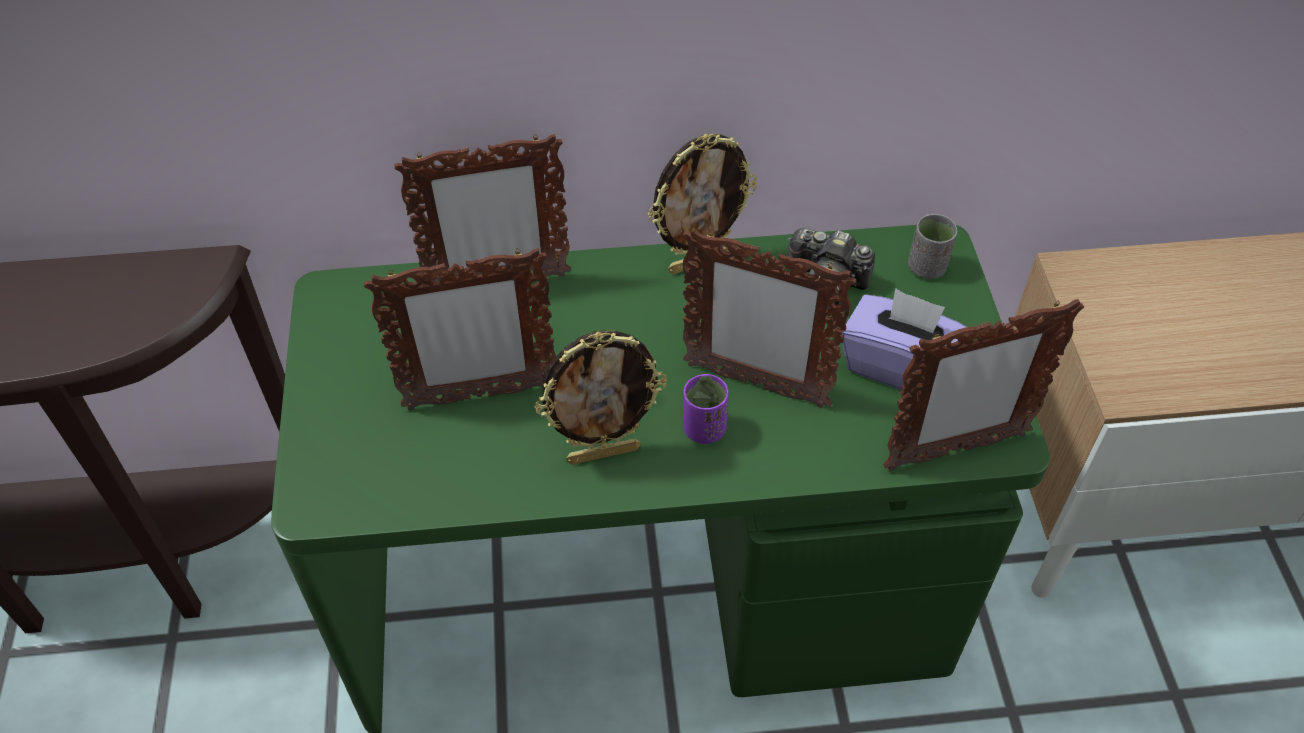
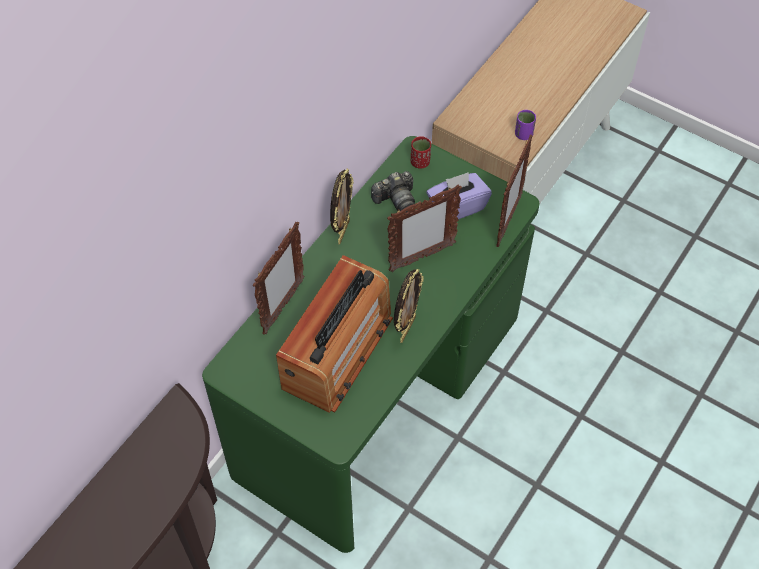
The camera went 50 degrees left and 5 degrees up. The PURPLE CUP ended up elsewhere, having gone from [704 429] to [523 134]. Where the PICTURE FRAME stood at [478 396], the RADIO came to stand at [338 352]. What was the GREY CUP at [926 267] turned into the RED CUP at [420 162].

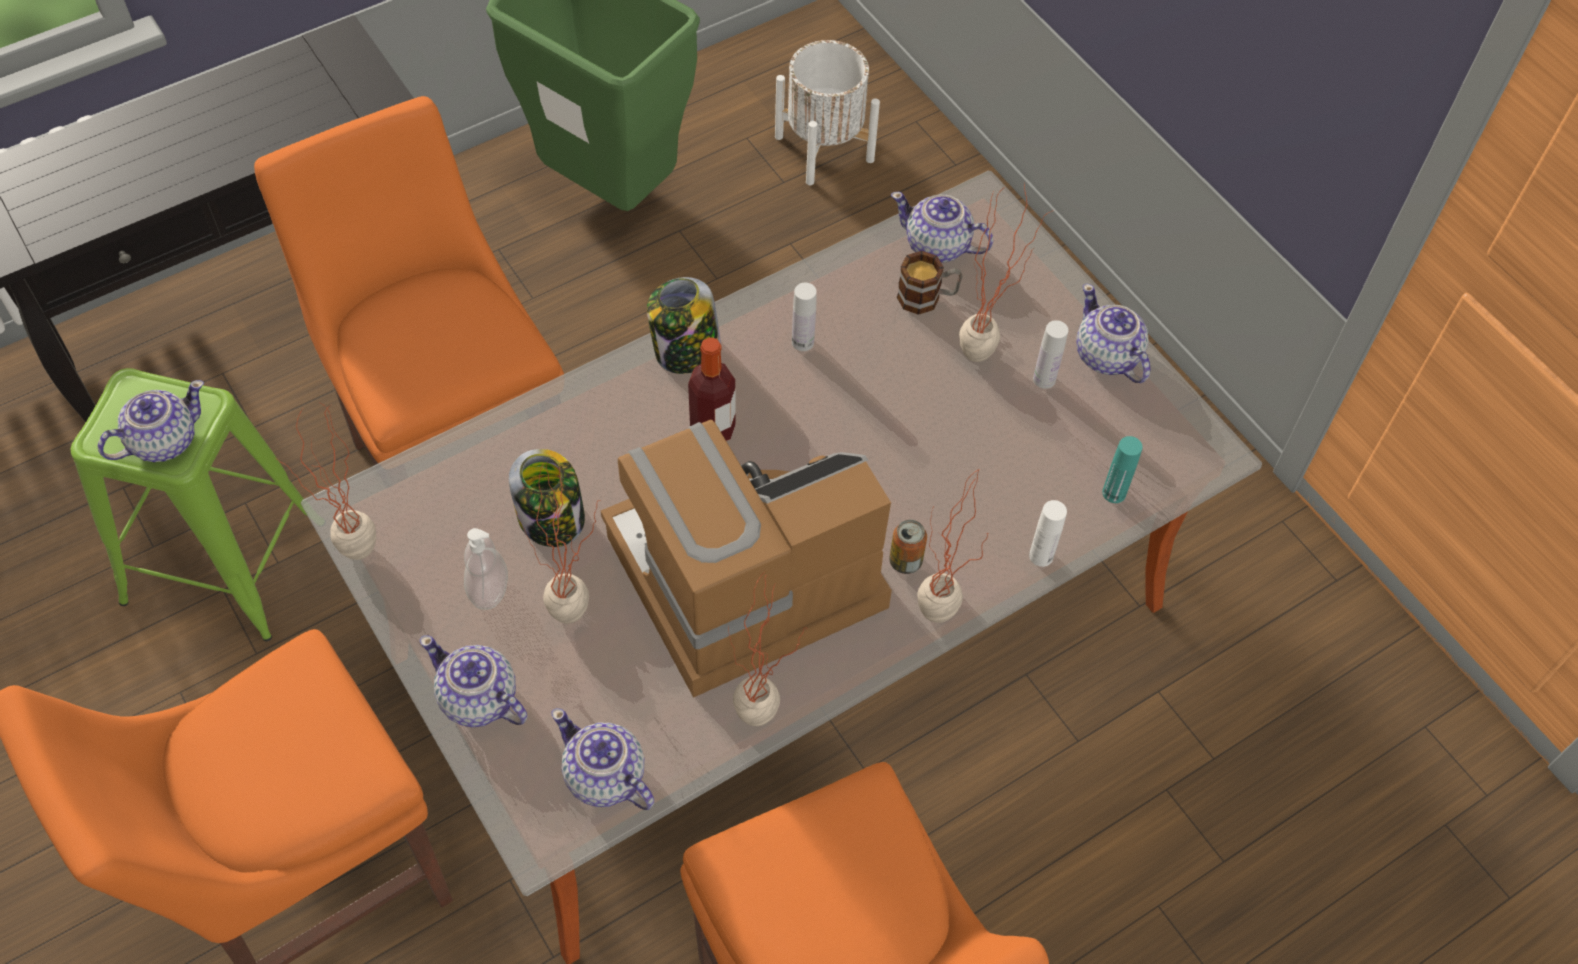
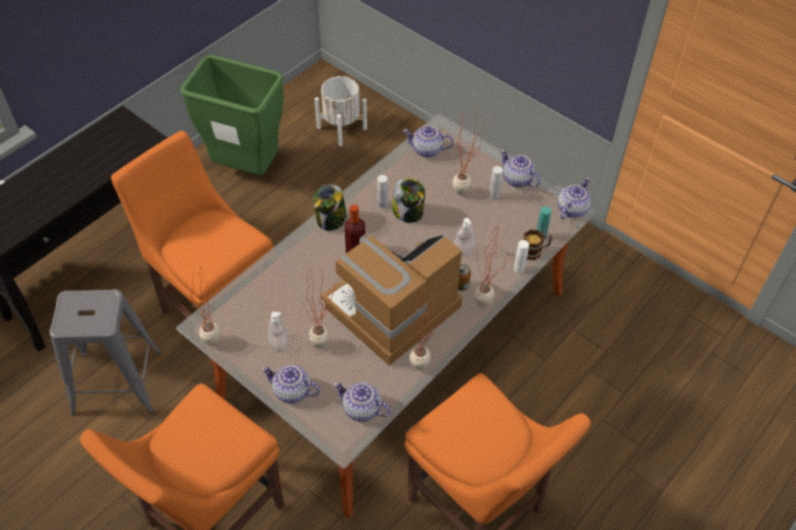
The camera went 15 degrees left and 5 degrees down. The second view gained the SOAP DISPENSER at [463 251]. The TEAPOT ended up elsewhere, having gone from [163 441] to [571 209]. The JAR ended up elsewhere, having gone from [552 519] to [408 212]. The MUG ended up elsewhere, having gone from [927 298] to [535 251]. What was the GREEN STOOL at [225 563] turned into the GREY STOOL at [118 382].

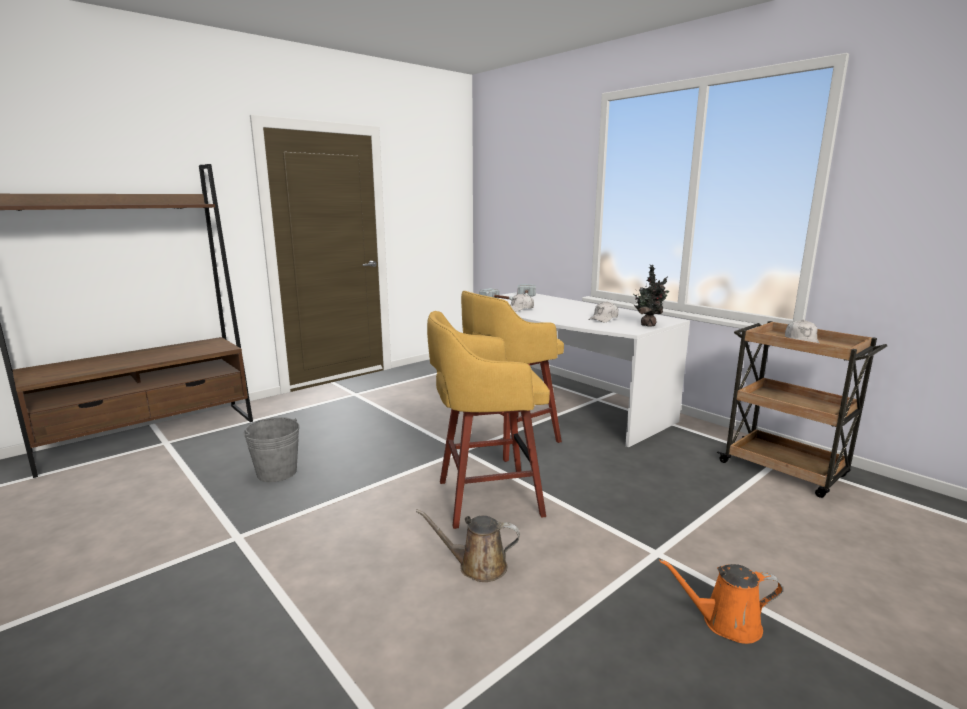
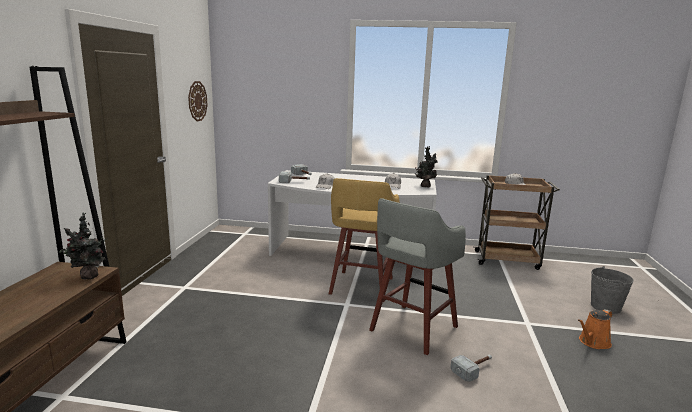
The camera went 40 degrees left and 0 degrees up. The second view gained the POTTED PLANT at [88 277]. The second view gained the WALL CLOCK at [197 101]. The GREY BUCKET ended up elsewhere, having gone from [277 472] to [605 307]. Where the BROWN WATERING CAN stood at [477 566], the HAMMER came to stand at [474 369]. What was the YELLOW STOOL at [485 498] turned into the GREY STOOL at [412 329].

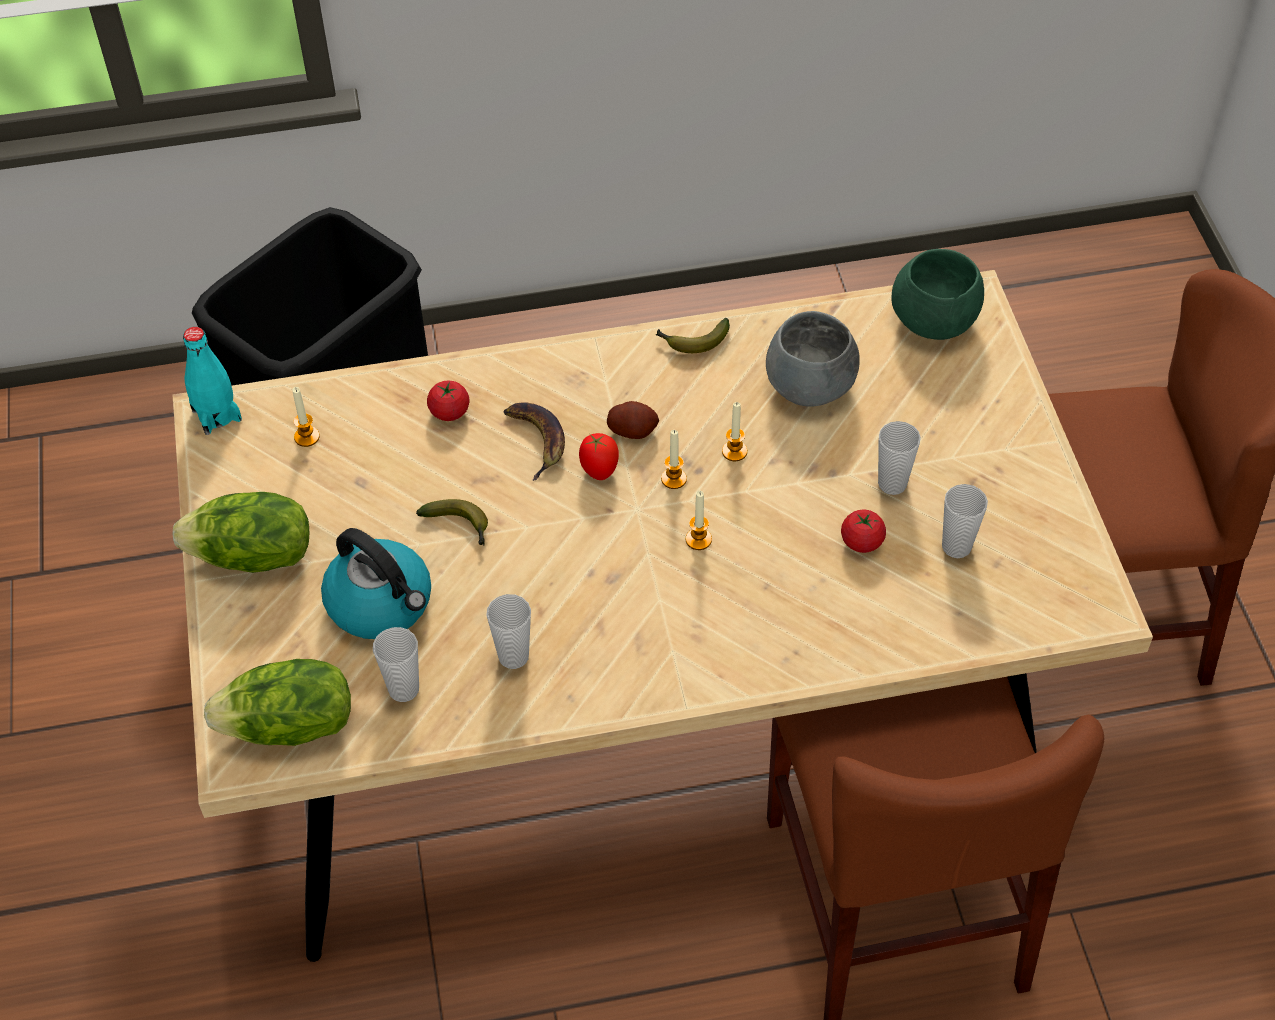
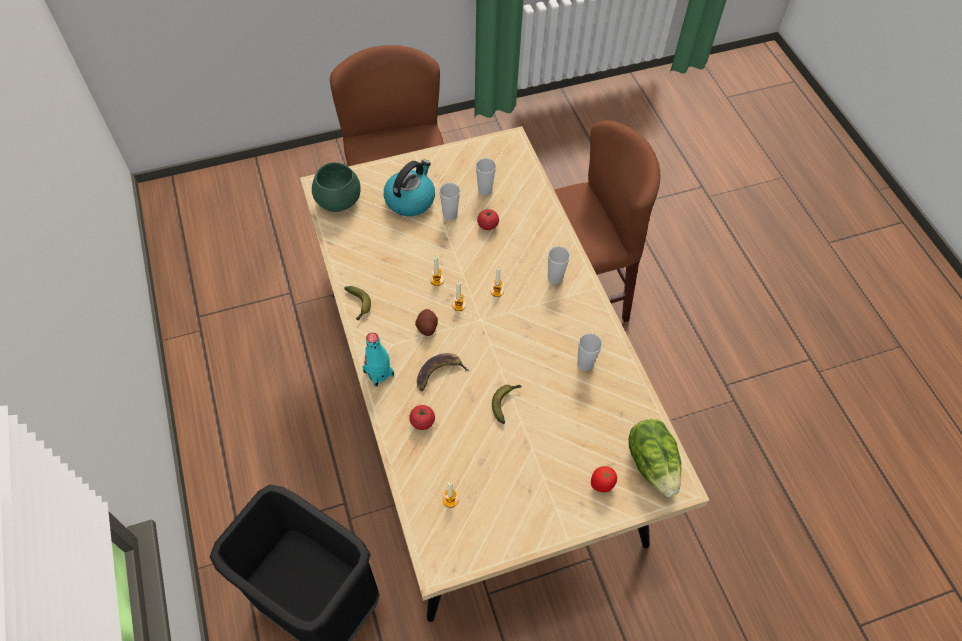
The camera went 100 degrees left and 5 degrees up. The second view lost the LETTUCE at [253 557]. The second view lost the GREY BOWL at [811 386]. The TURQUOISE BOTTLE ended up elsewhere, having gone from [216 415] to [378 373]. The KETTLE ended up elsewhere, having gone from [381 604] to [410 199]. The CUP ended up elsewhere, having gone from [404 689] to [555 278]. The TOMATO ended up elsewhere, having gone from [599 470] to [602 484].

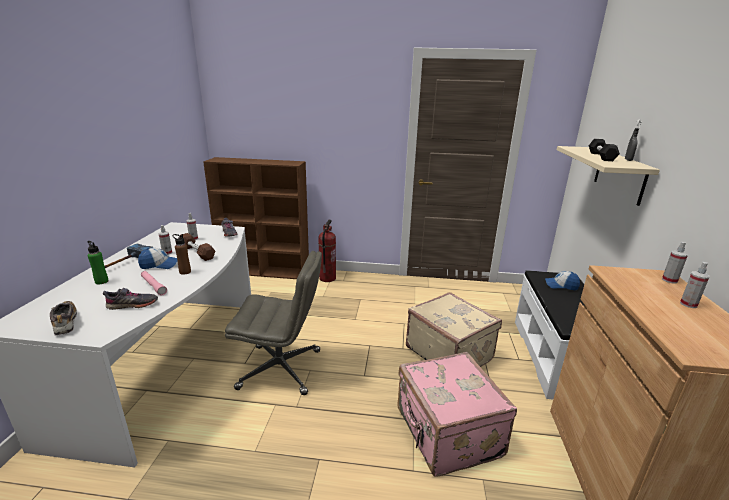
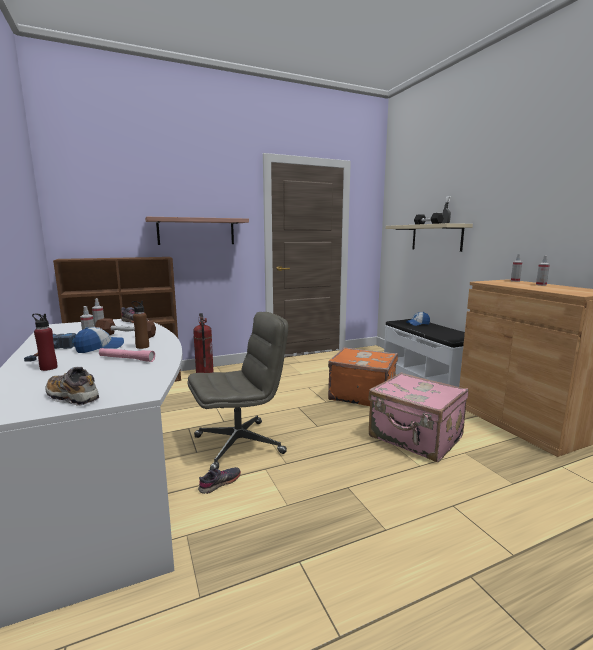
The camera went 30 degrees left and 10 degrees down. The second view gained the SHELF at [196 231]. The GREY SHOE ended up elsewhere, having gone from [132 305] to [220 483]. What was the GREEN BOTTLE at [101 281] turned into the RED BOTTLE at [48 368]. What was the BEIGE SUITCASE at [449 353] turned into the ORANGE SUITCASE at [362 395].

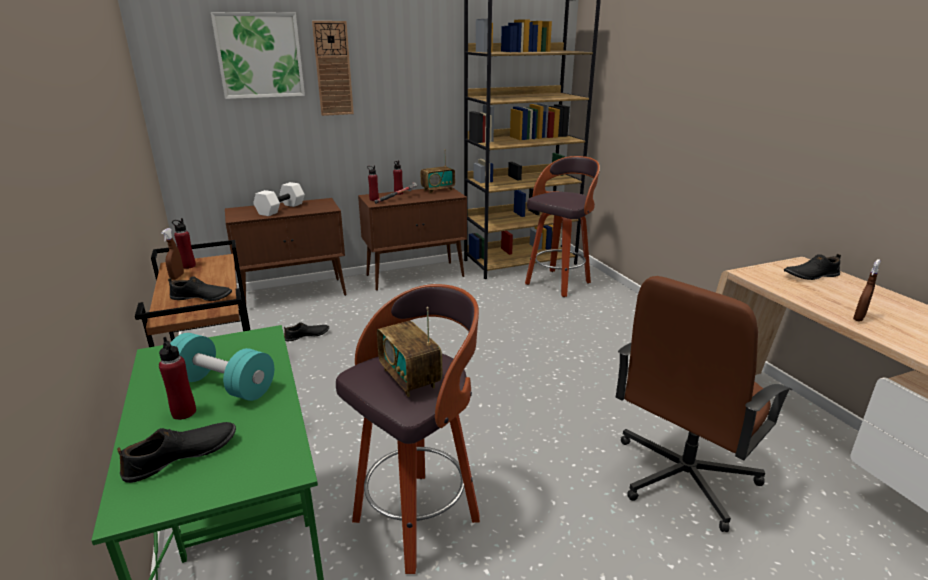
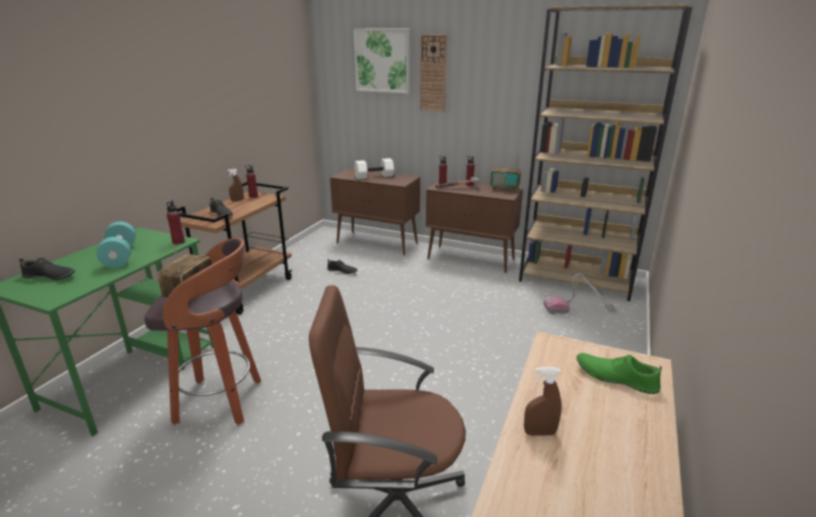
The camera went 45 degrees right and 0 degrees up. The RED BOTTLE ended up elsewhere, having gone from [184 412] to [178 242]. Where the STOOL stood at [558 283], the VACUUM CLEANER came to stand at [579 309]. What was the BLACK SHOE at [810 275] turned into the GREEN SHOE at [615 377].

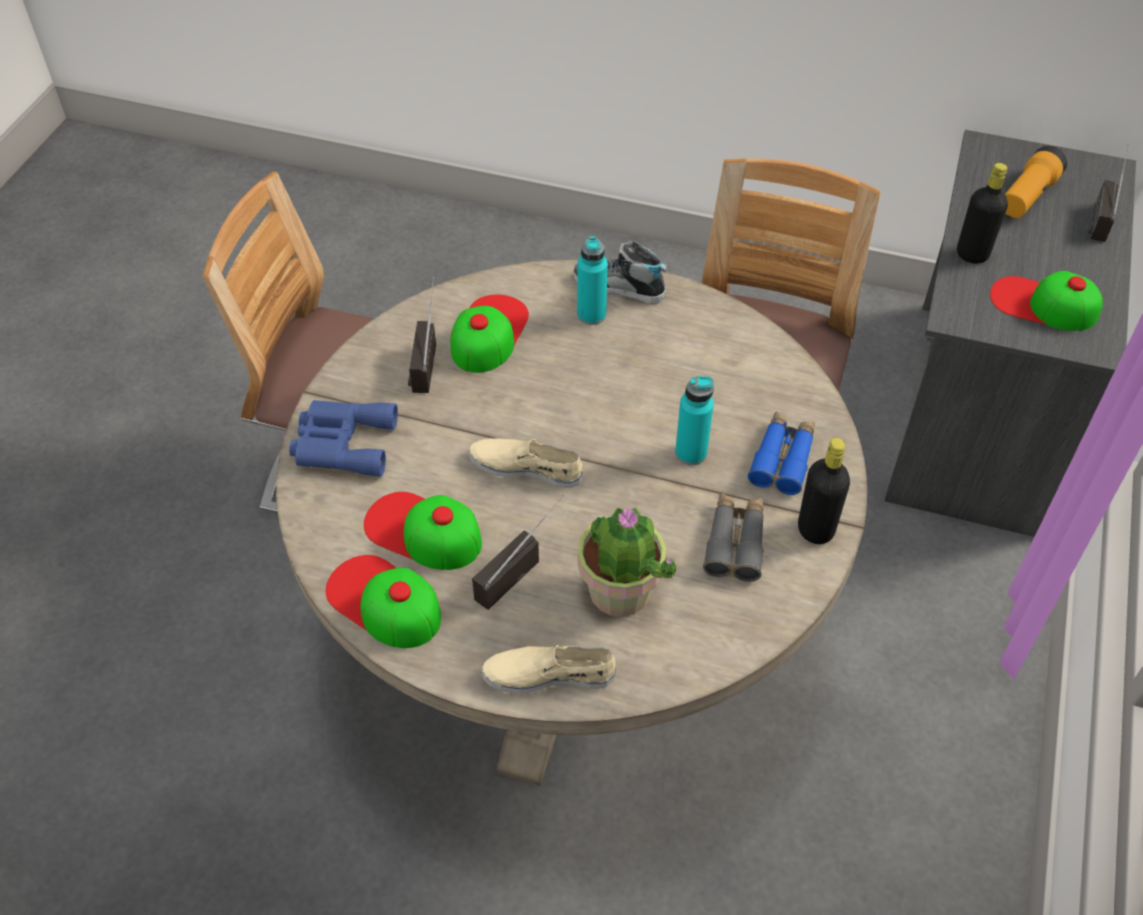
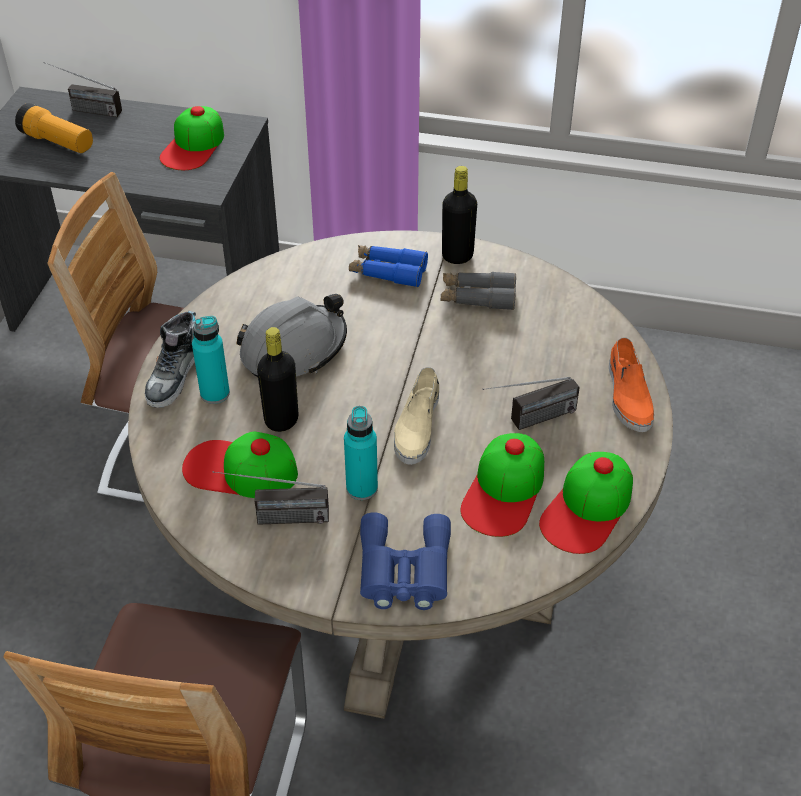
The camera went 95 degrees left and 5 degrees down. The second view lost the POTTED PLANT at [620 592]. The second view gained the GREY HARD HAT at [294 349]. The TURQUOISE BOTTLE ended up elsewhere, having gone from [691 453] to [362 488]. The BLACK BOTTLE ended up elsewhere, having gone from [972 254] to [281 420]. What was the BEIGE SHOE at [549 674] turned into the ORANGE SHOE at [628 395]. The RADIO at [519 566] ended up facing another way, 60 degrees counterclockwise from before.

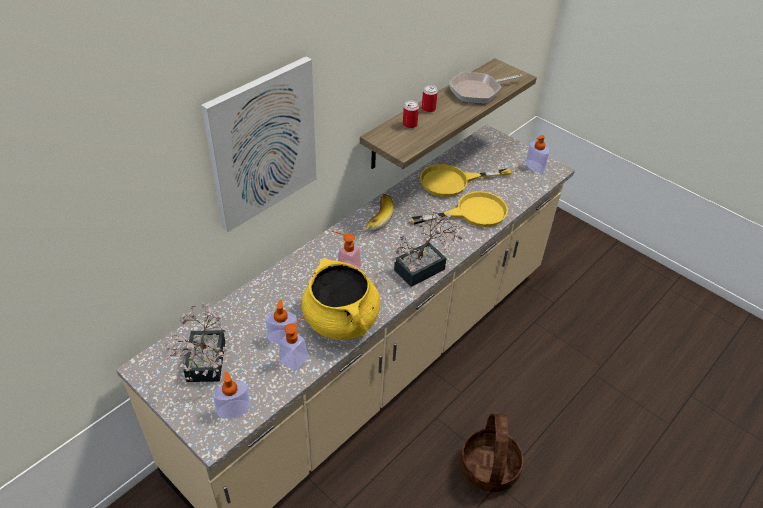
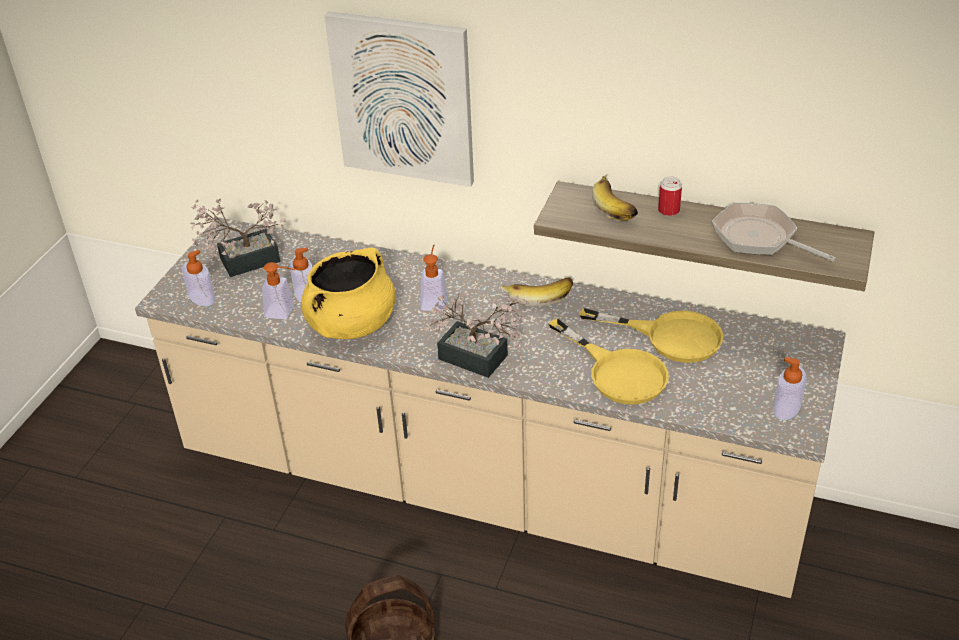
The camera went 70 degrees right and 5 degrees down. Where the CAN stood at [409 125], the BANANA came to stand at [617 207]. The YELLOW FRYING PAN at [452 181] ended up facing another way, 150 degrees clockwise from before.

